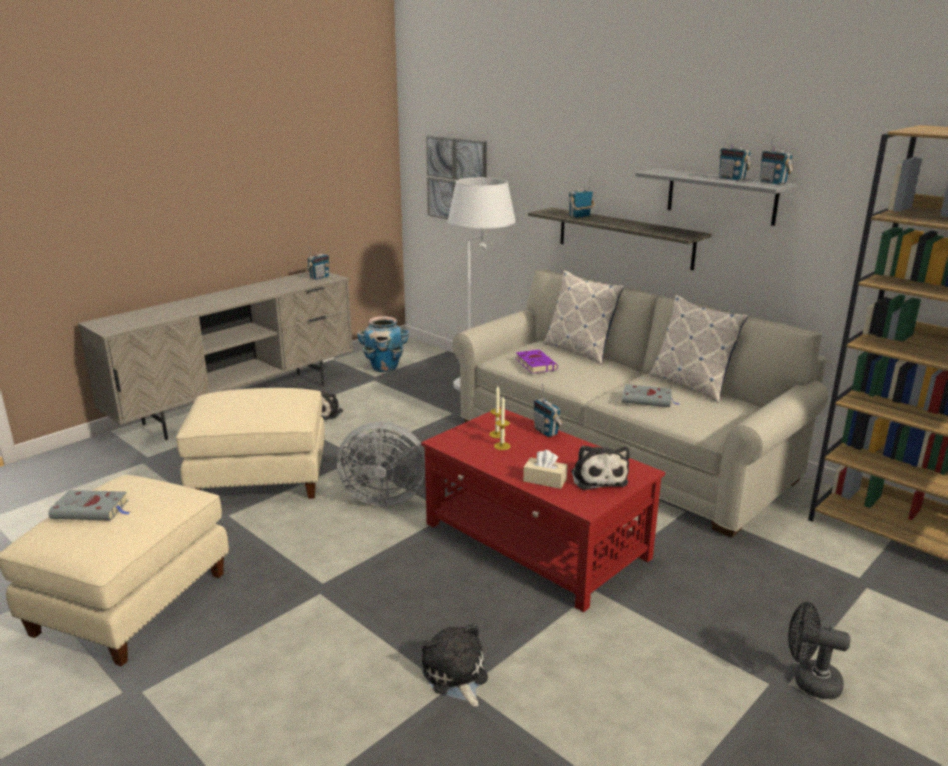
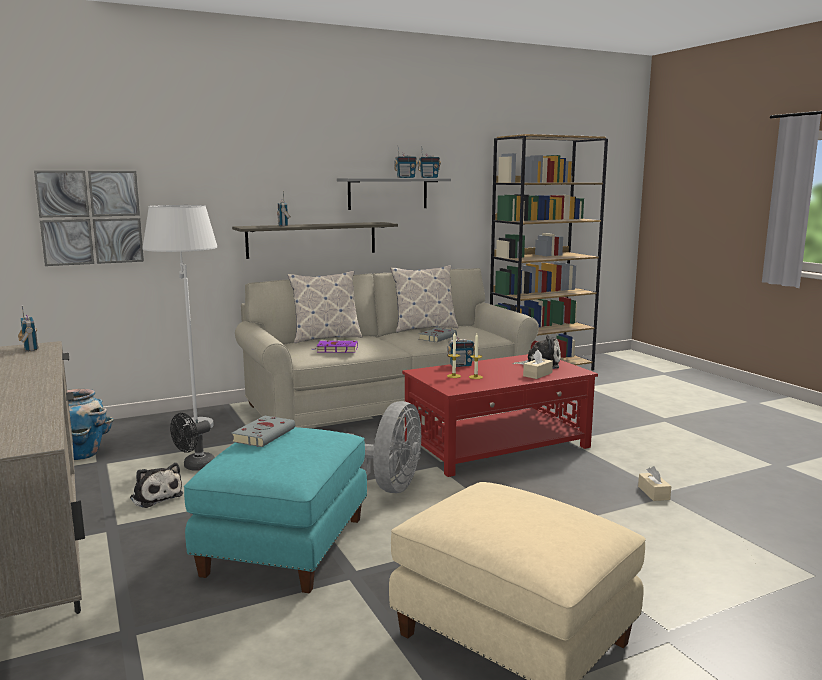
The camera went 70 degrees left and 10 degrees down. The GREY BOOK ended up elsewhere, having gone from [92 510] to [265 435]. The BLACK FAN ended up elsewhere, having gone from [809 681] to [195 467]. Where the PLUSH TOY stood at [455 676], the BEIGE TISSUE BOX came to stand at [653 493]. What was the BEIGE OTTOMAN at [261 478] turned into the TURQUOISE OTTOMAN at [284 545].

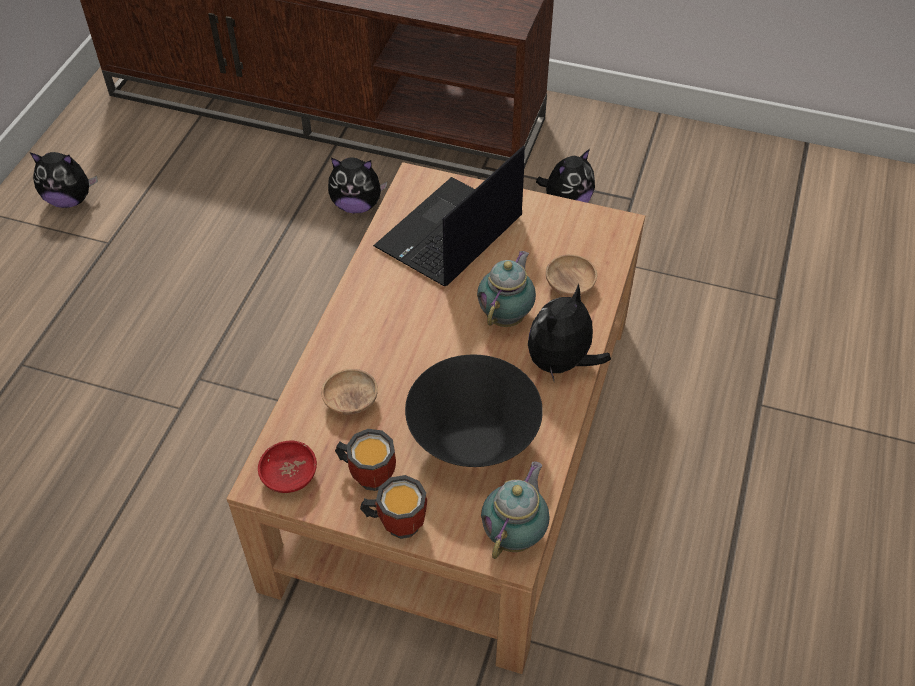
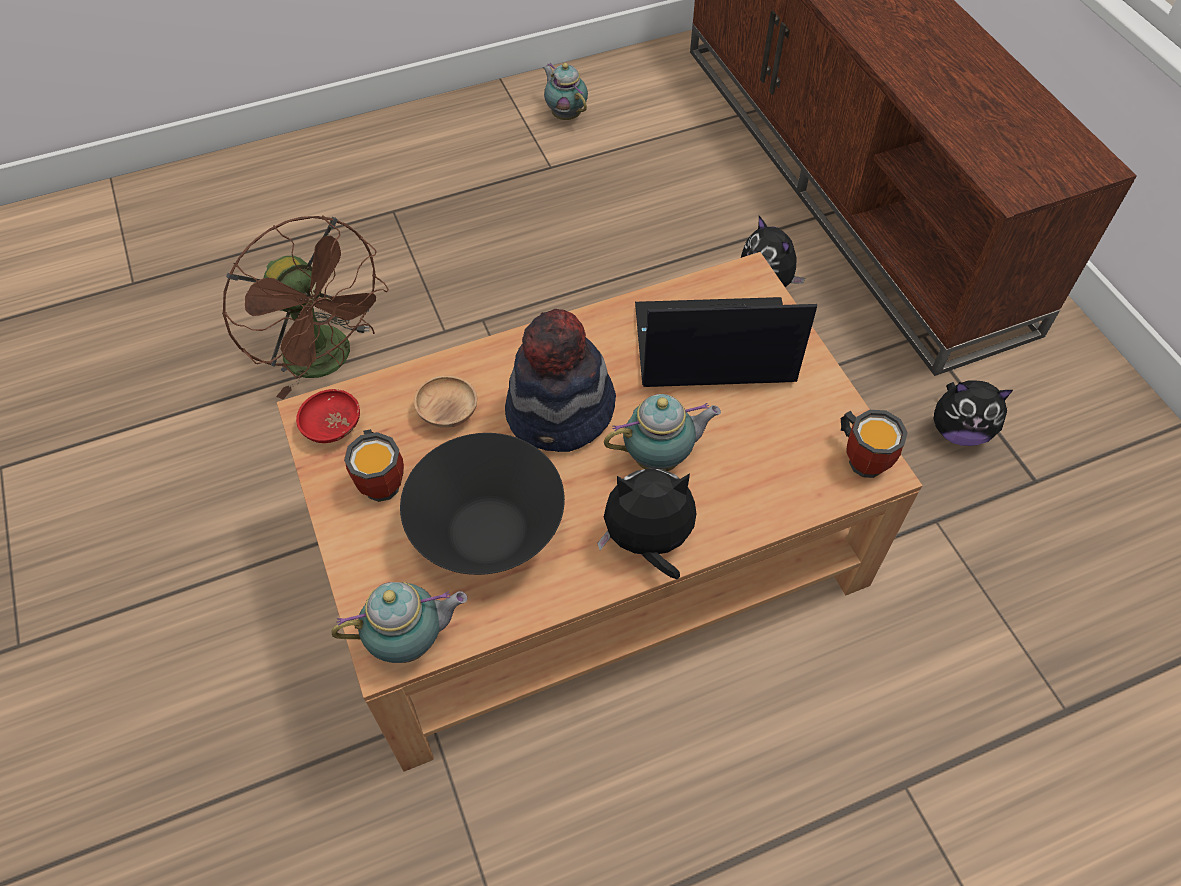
The camera went 50 degrees right and 5 degrees up. The second view lost the BROWN BOWL at [570 285]. The second view gained the BROWN FAN at [328 361]. The second view gained the HAT at [561 413]. The MUG ended up elsewhere, having gone from [396 521] to [863 456]. Where the PLUSH TOY stood at [70 200], the TEAPOT came to stand at [565 114].

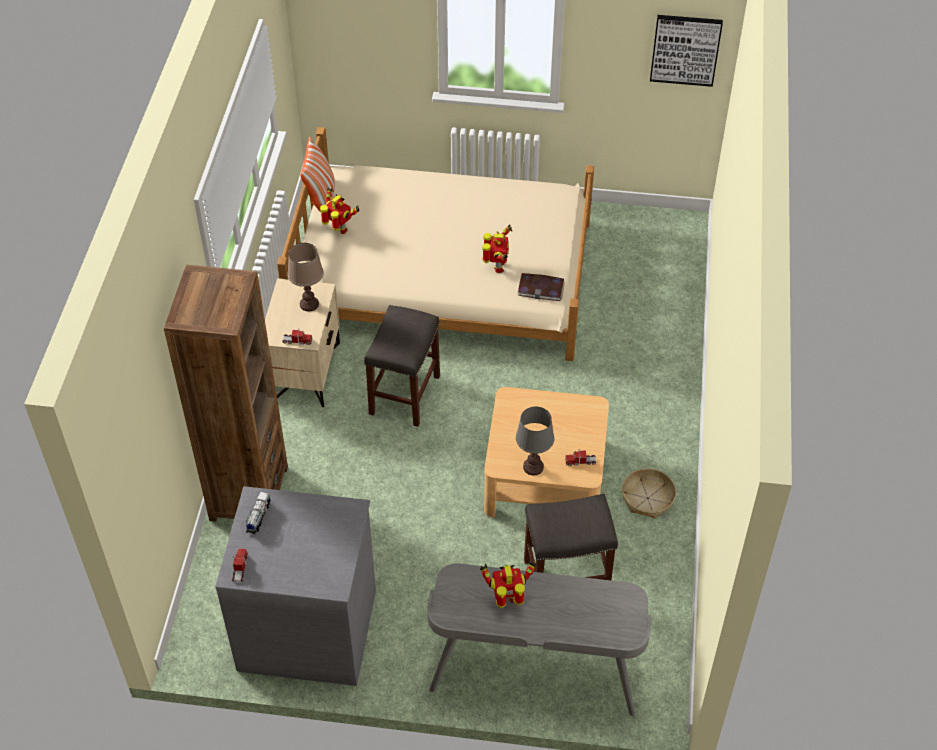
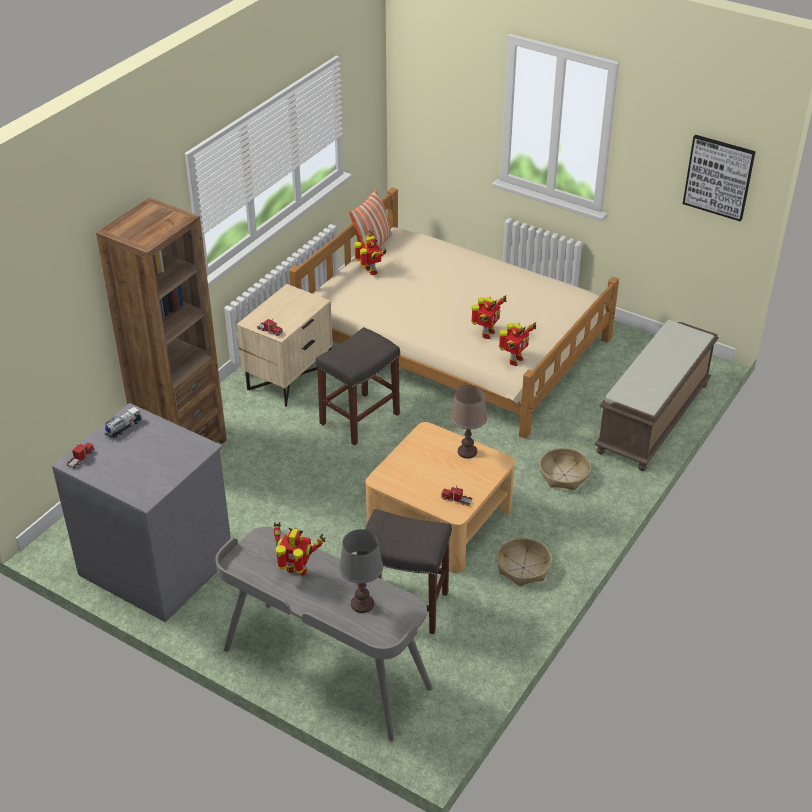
The camera went 25 degrees right and 10 degrees down. The second view gained the BASKET at [564 475]. The second view gained the BROWN BENCH at [653 419]. The BROWN TABLE LAMP ended up elsewhere, having gone from [309 304] to [467 451]. The GREY TABLE LAMP ended up elsewhere, having gone from [533 466] to [362 603]. Where the BOOK stood at [541 288], the TOY ROBOT came to stand at [514 360].

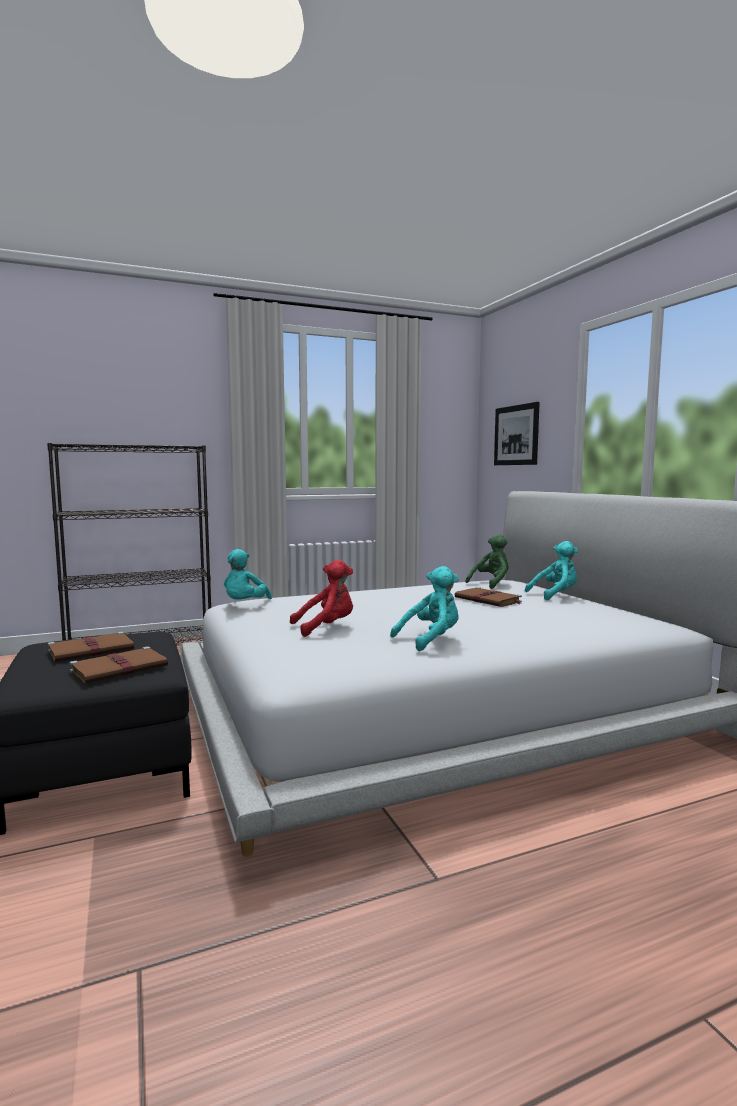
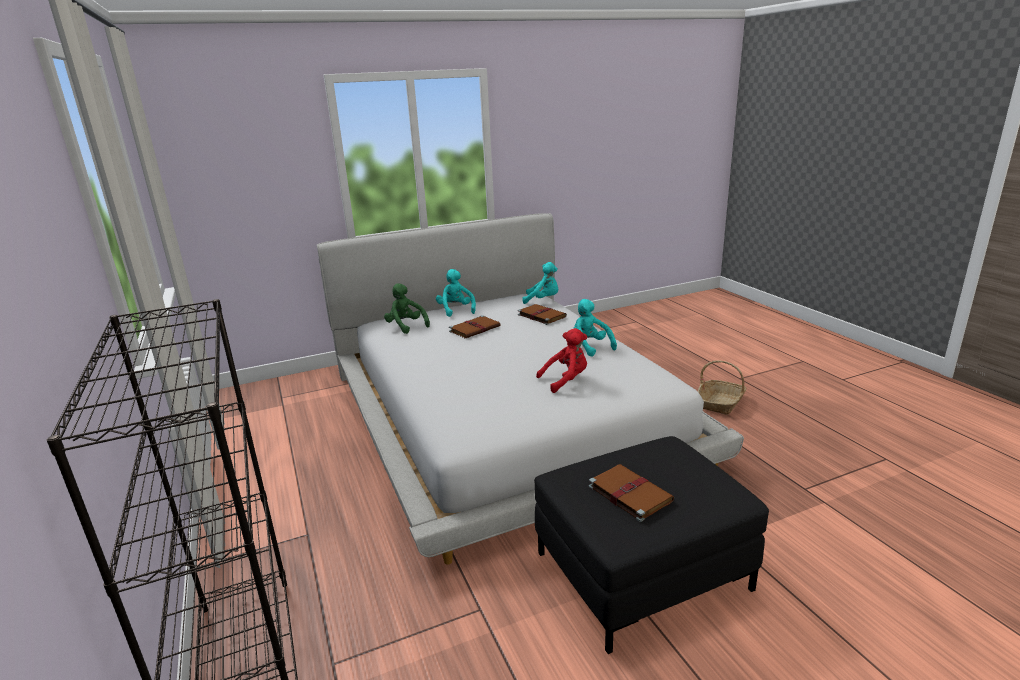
The camera went 90 degrees left and 15 degrees up. The second view lost the PICTURE at [516 435]. The second view gained the BASKET at [720 403]. The BROWN BOOK ended up elsewhere, having gone from [121 668] to [541 315]. The TURQUOISE PLUSH TOY ended up elsewhere, having gone from [244 605] to [543 300]. The RED PLUSH TOY at [326 628] ended up facing another way, 90 degrees clockwise from before.

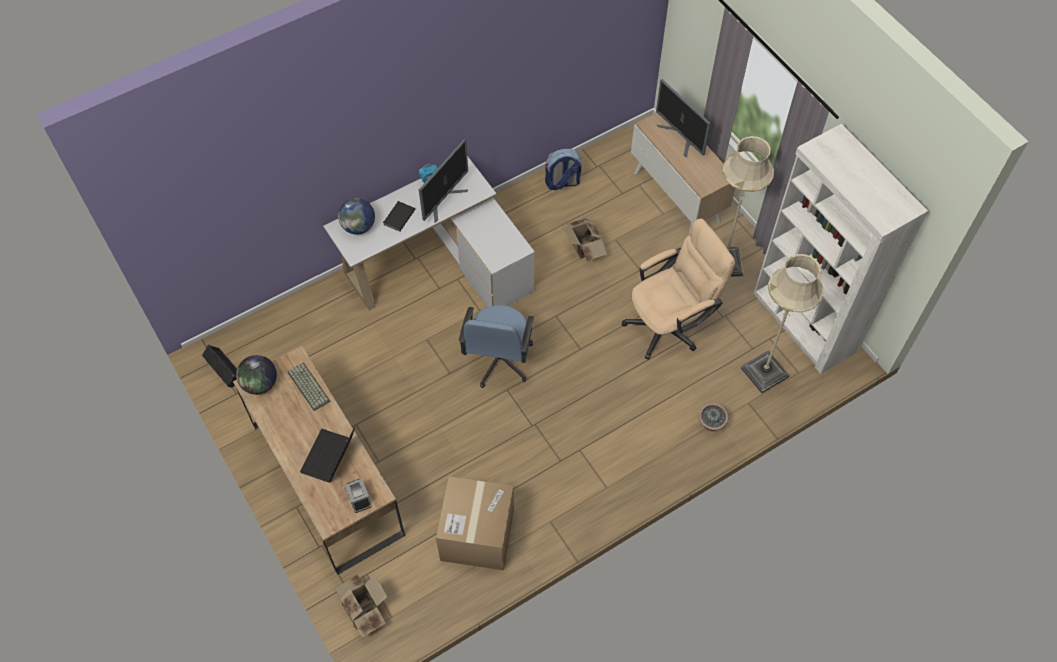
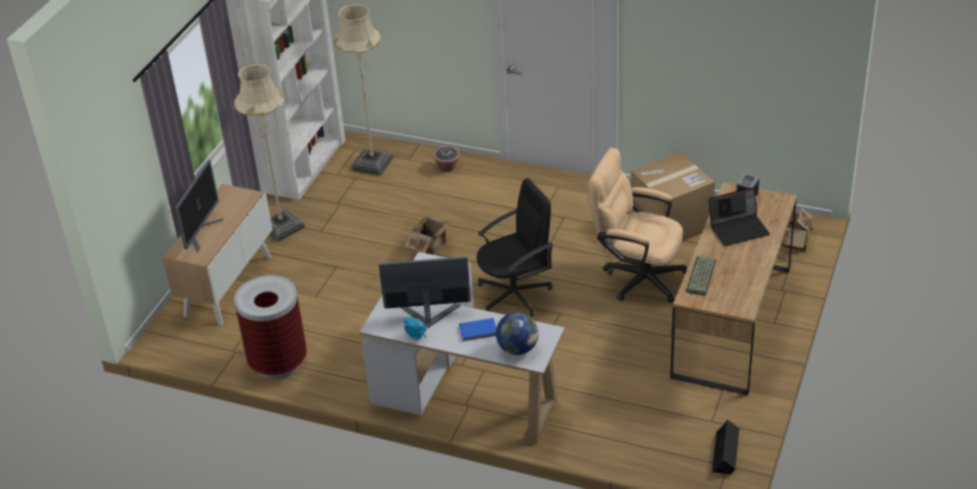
The camera went 125 degrees left and 20 degrees down. The second view lost the GLOBE at [260 384]. The CARDBOARD BOX ended up elsewhere, having gone from [584 248] to [433 247]. The BEIGE OFFICE CHAIR ended up elsewhere, having gone from [670 324] to [636 276]. Where the BACKPACK stood at [562 183], the TRASH CAN came to stand at [278 362]. What was the BLACK BOOK at [398 217] turned into the BLUE BOOK at [479 331]. What was the BLUE OFFICE CHAIR at [498 360] turned into the BLACK OFFICE CHAIR at [515 294].

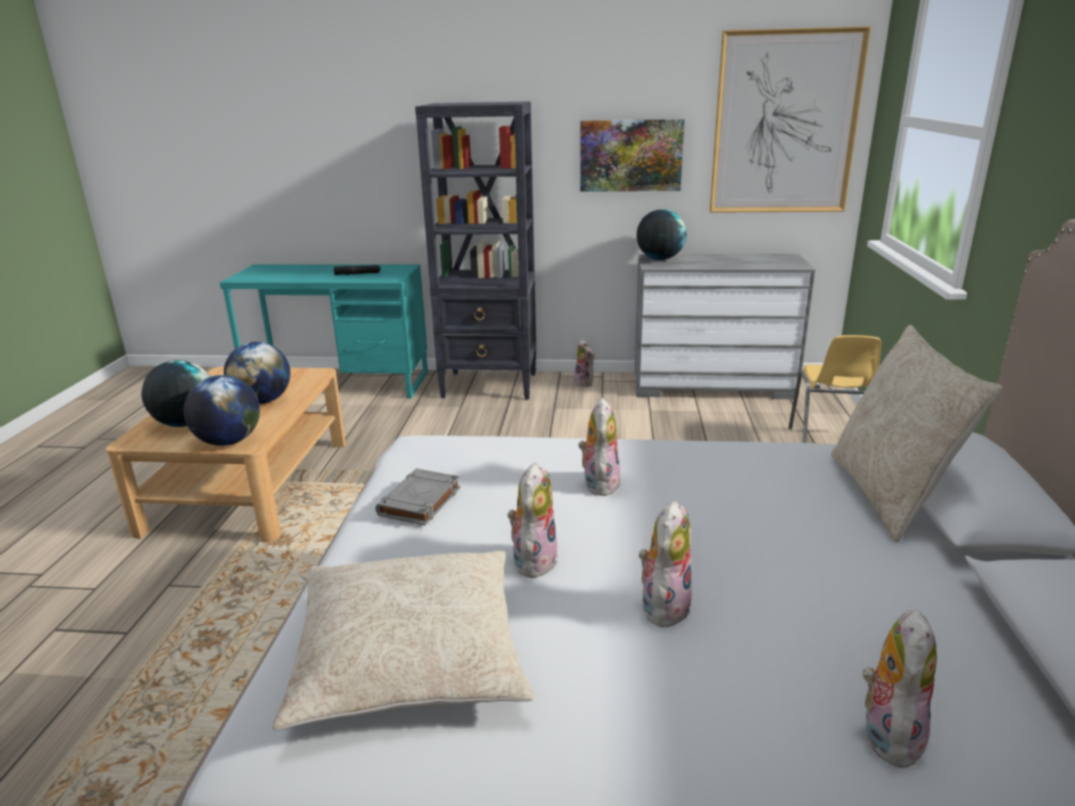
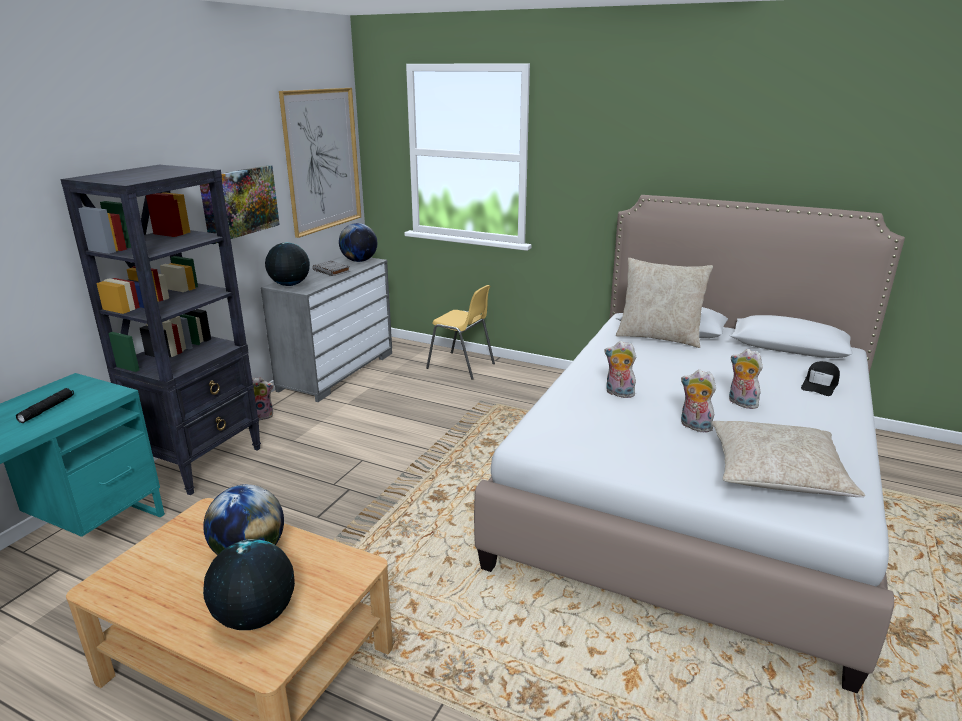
The camera went 70 degrees left and 0 degrees up. The GLOBE ended up elsewhere, having gone from [229 442] to [359 261]. The GREY BOOK ended up elsewhere, having gone from [420 502] to [332 271]. Where the PLUSH TOY stood at [887 733], the BLACK CAP came to stand at [820 384].

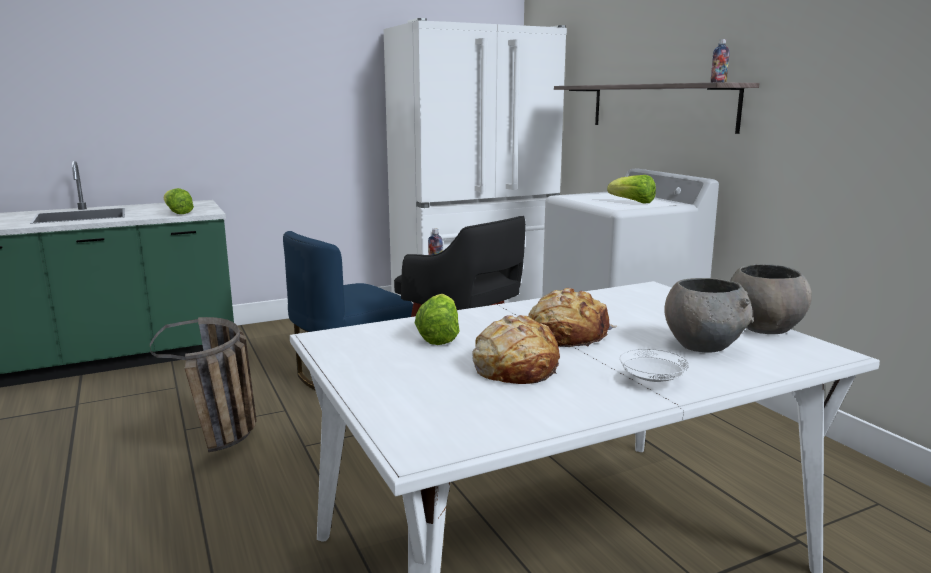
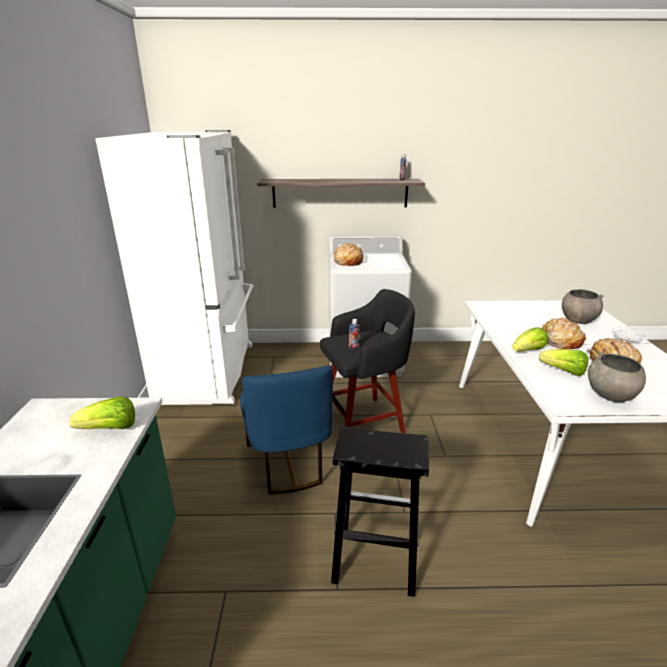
The camera went 65 degrees left and 10 degrees up. The second view gained the BREAD at [348 261]. The LETTUCE ended up elsewhere, having gone from [633 202] to [528 351]. The GREY BOWL ended up elsewhere, having gone from [763 328] to [609 395]. Where the BASKET stood at [223 440], the BLACK STOOL came to stand at [373 561].

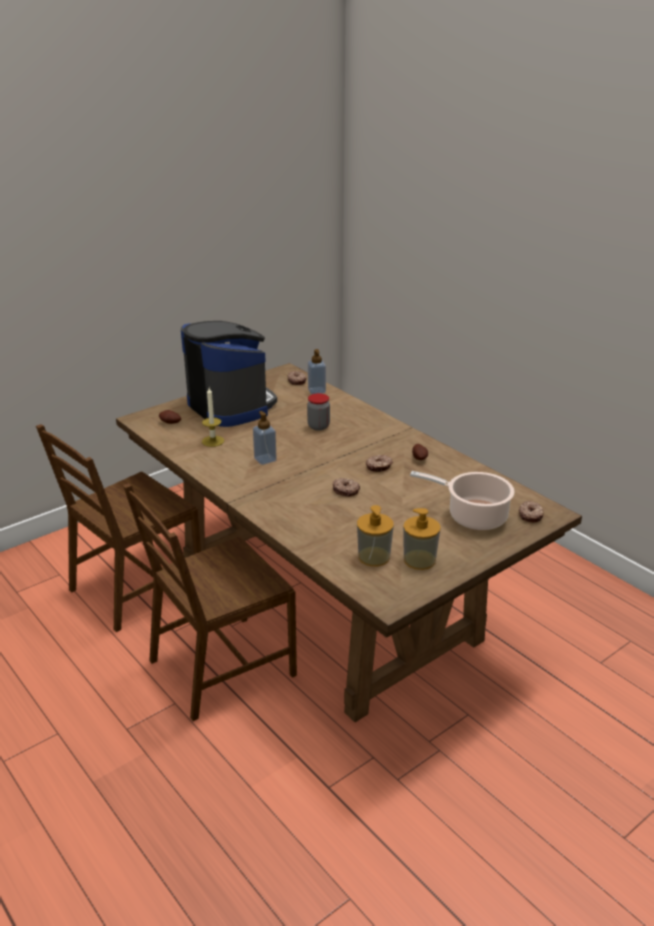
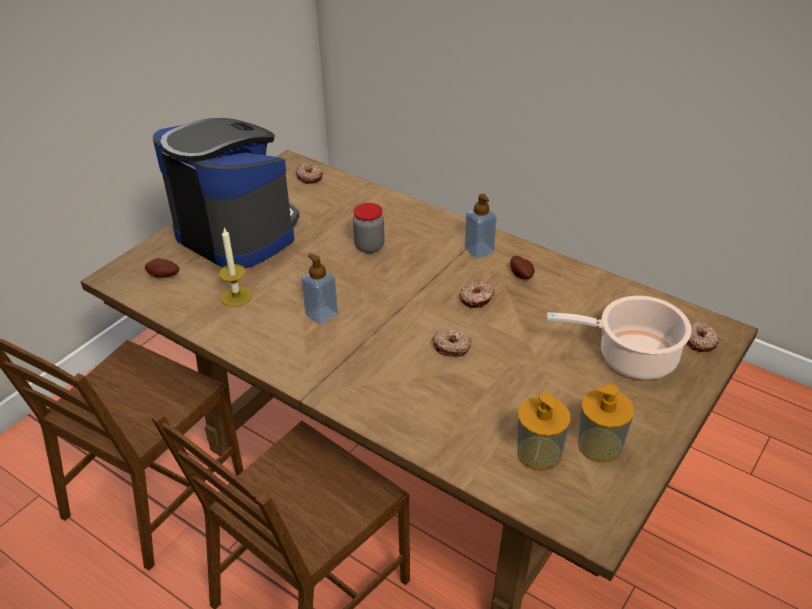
The camera went 15 degrees left and 10 degrees up. The SOAP DISPENSER ended up elsewhere, having gone from [316 391] to [479 250].

